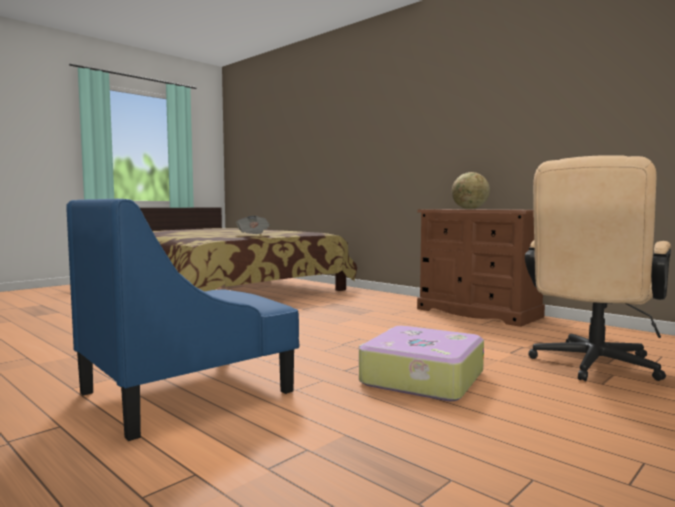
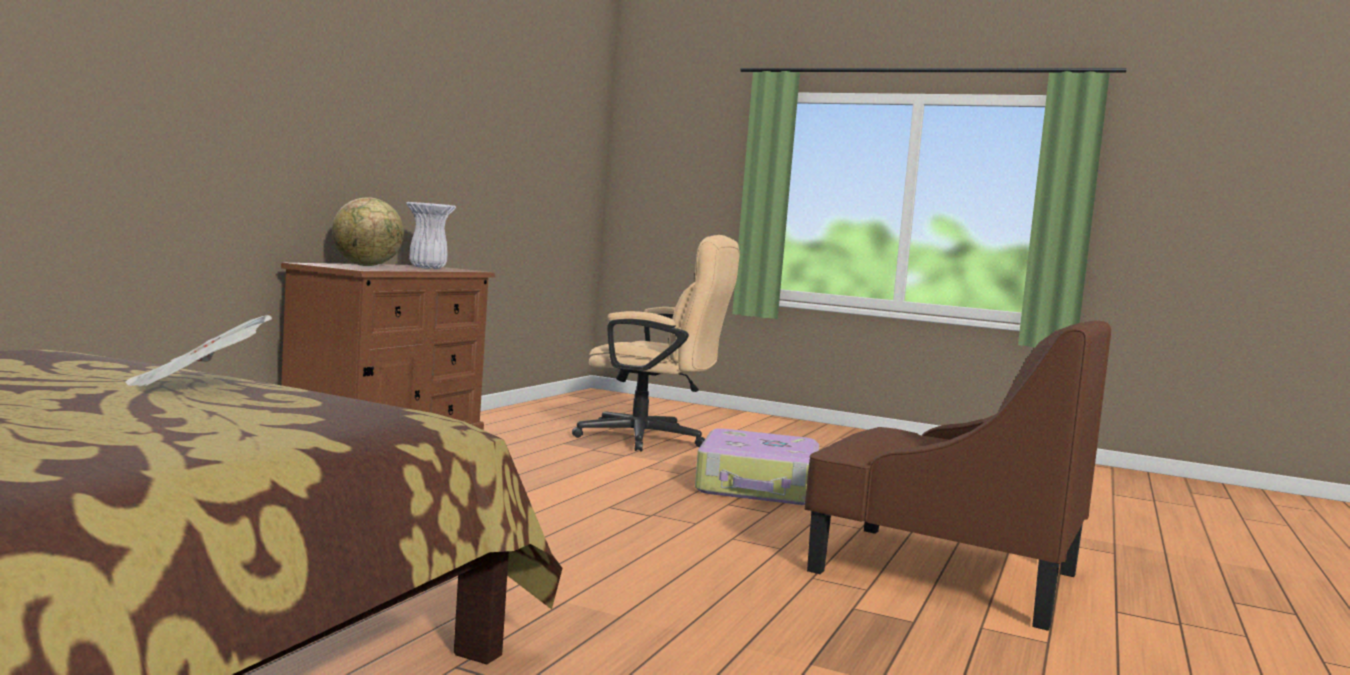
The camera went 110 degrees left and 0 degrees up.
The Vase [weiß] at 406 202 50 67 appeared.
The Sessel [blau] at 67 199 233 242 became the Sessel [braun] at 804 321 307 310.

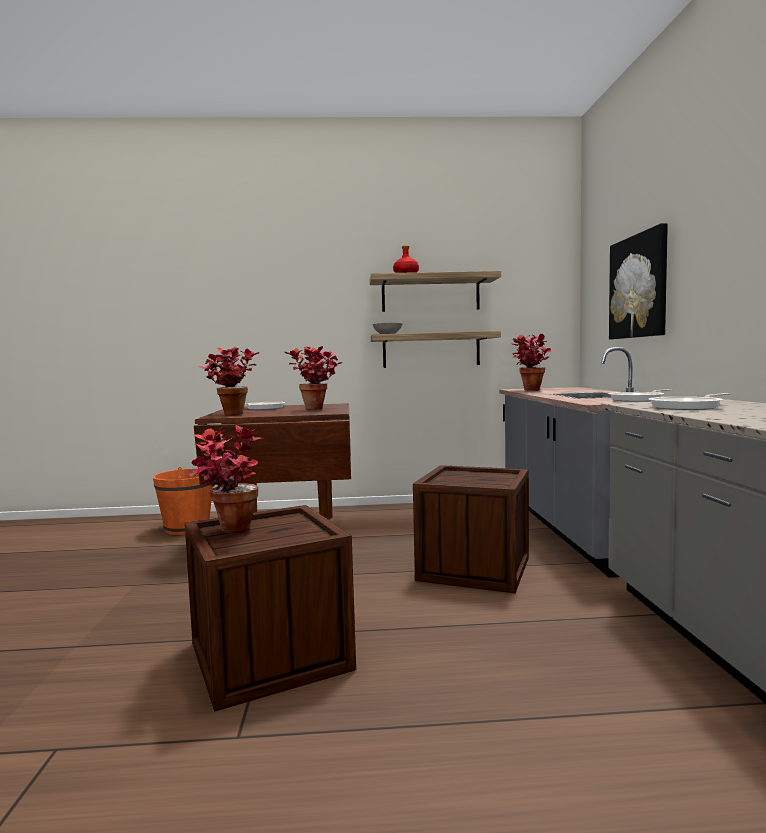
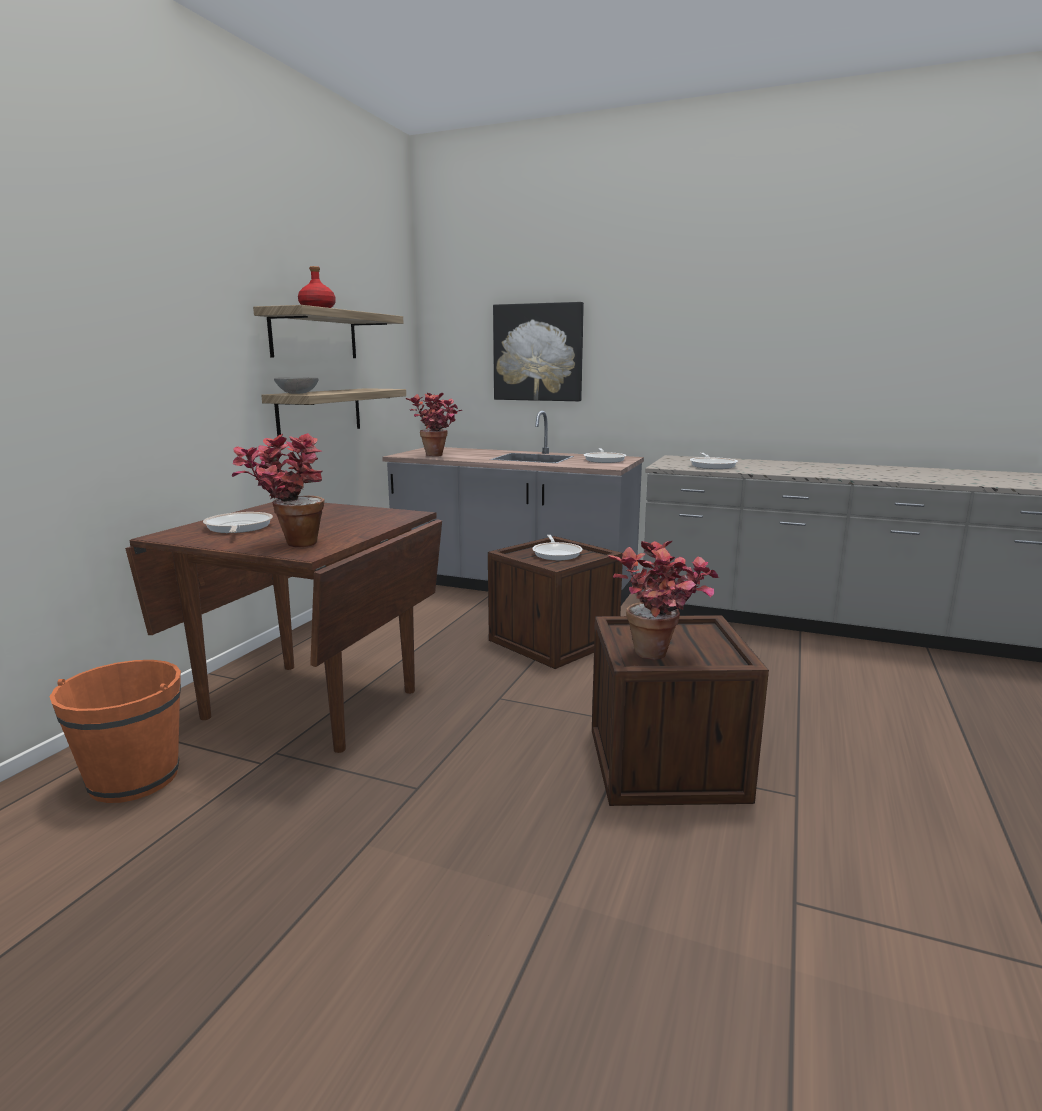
The camera went 65 degrees left and 10 degrees up.
The Topfpflanze at 285 346 57 63 disappeared.
The Pfanne at 532 535 51 25 appeared.

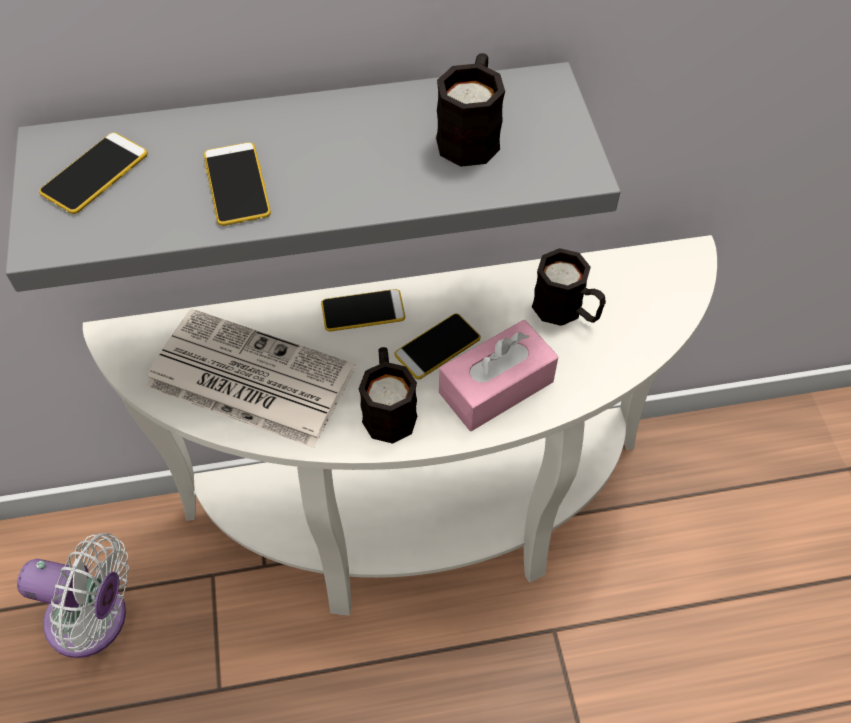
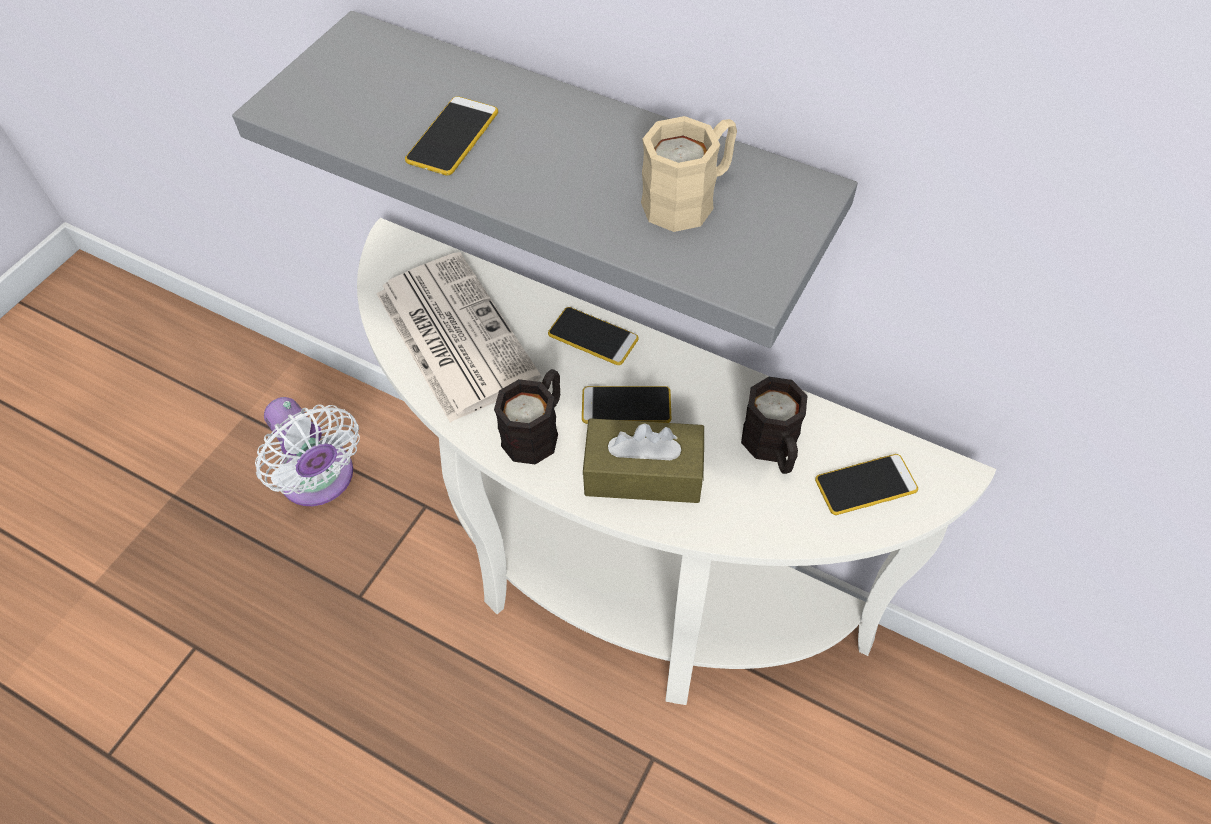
The camera went 40 degrees right and 0 degrees up.
The Handy moved from 39 133 109 81 to 815 454 103 61.
The Henkelbecher [schwarz] at 436 53 69 114 became the Henkelbecher [beige] at 641 116 96 116.
The Taschentuchbox [rosa] at 439 320 120 111 became the Taschentuchbox [braun] at 582 418 122 85.

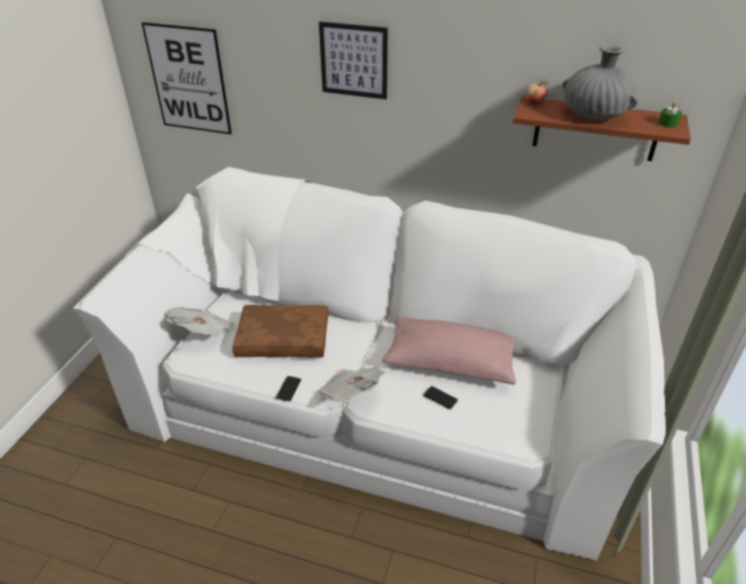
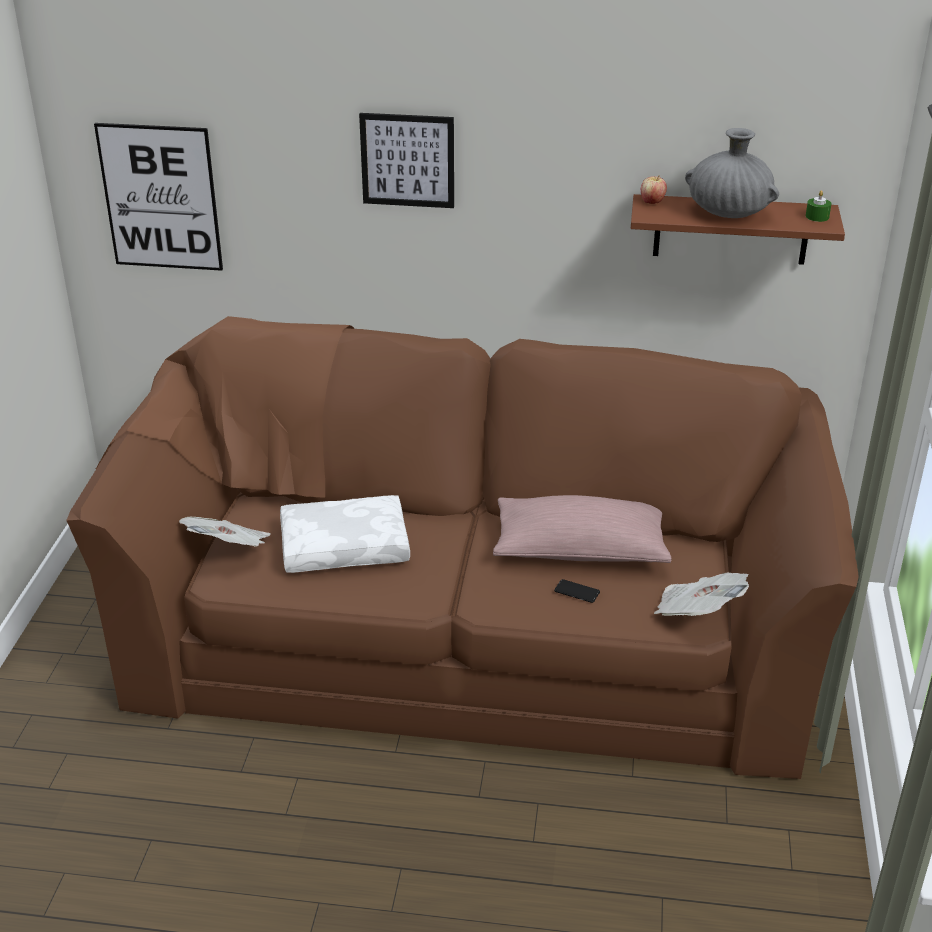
The camera went 10 degrees left and 5 degrees down.
The Handy at 276 376 25 25 disappeared.
The Zeitung moved from 317 367 68 34 to 654 573 95 43.
The Sofa [weiß] at 73 167 593 393 became the Sofa [braun] at 66 316 793 463.
The Kissen [braun] at 232 305 96 53 became the Kissen [weiß] at 280 495 130 78.

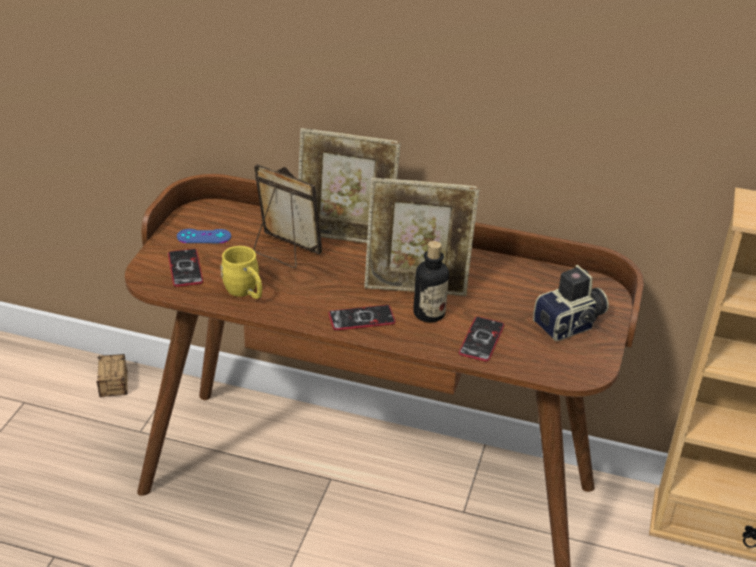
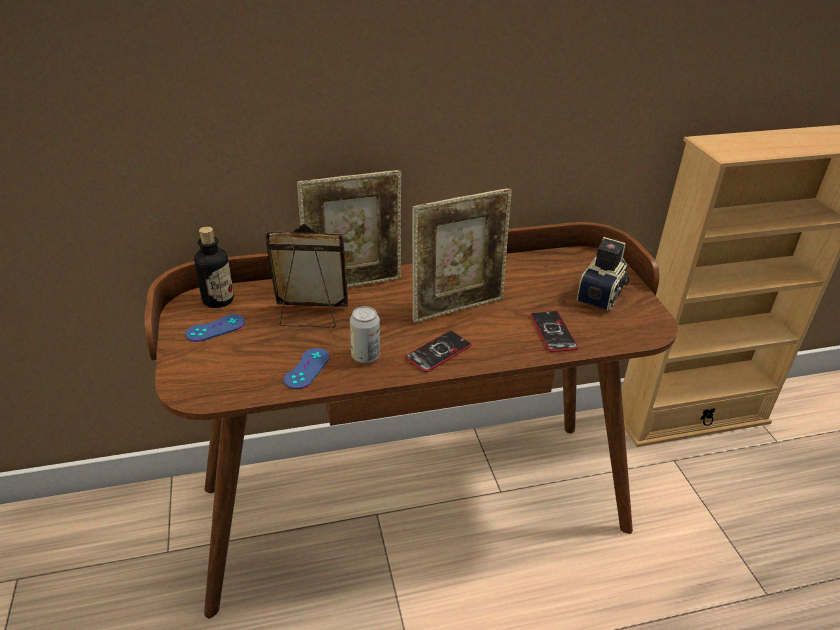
The camera went 30 degrees left and 0 degrees up.
The Aufbewahrungsbox at 96 354 31 43 disappeared.
The Handy at 168 249 35 38 disappeared.
The Dose at 350 306 30 57 appeared.
The Flasche moved from 413 241 36 81 to 194 226 40 82.
The Henkelbecher [gelb] at 220 246 42 53 was replaced by the Gamepad [blau] at 284 348 46 41.

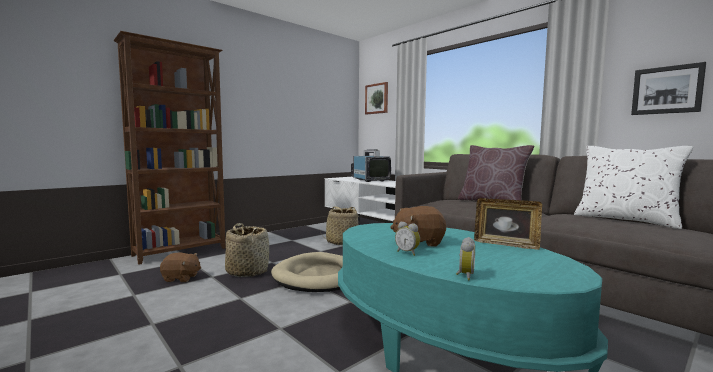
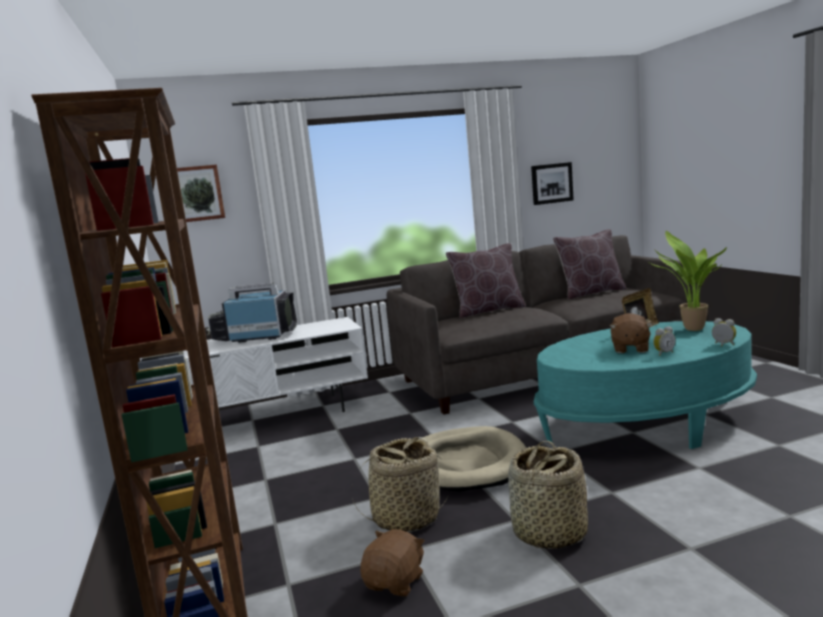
The camera went 65 degrees left and 5 degrees up.
The Topfpflanze at 650 231 77 100 appeared.
The Korb moved from 320 206 41 39 to 508 440 80 109.
The Kissen [weiß] at 574 146 119 83 became the Kissen [braun] at 553 229 74 71.

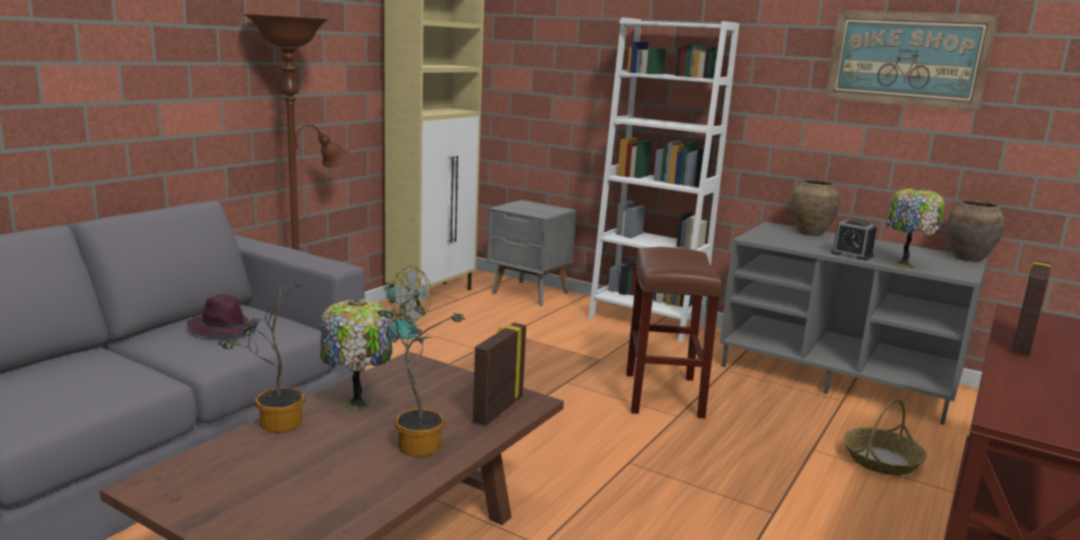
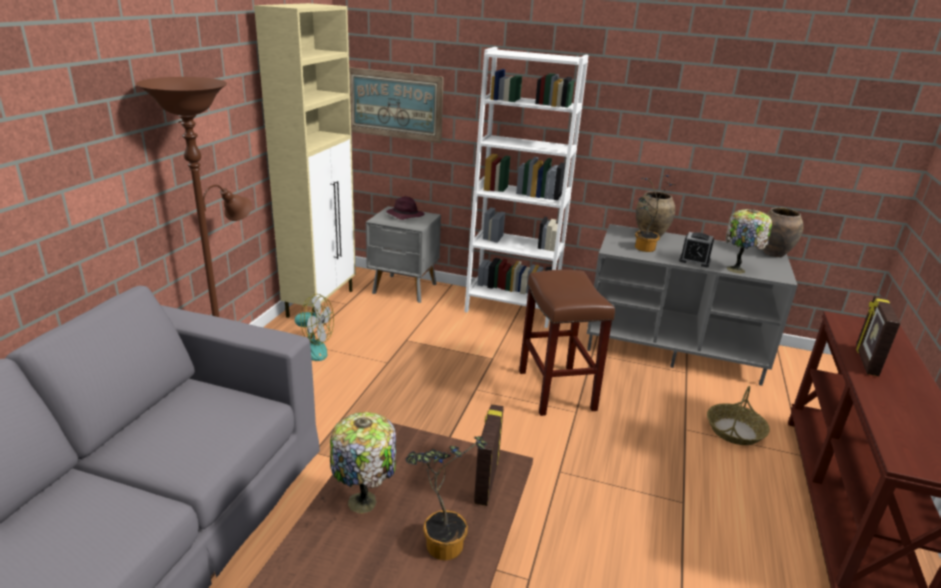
The camera went 15 degrees left and 10 degrees up.
The Hut [lila] moved from 187 294 71 42 to 386 196 39 24.
The Topfpflanze moved from 218 283 87 150 to 635 175 39 77.
The Bild moved from 825 10 174 101 to 349 67 95 76.

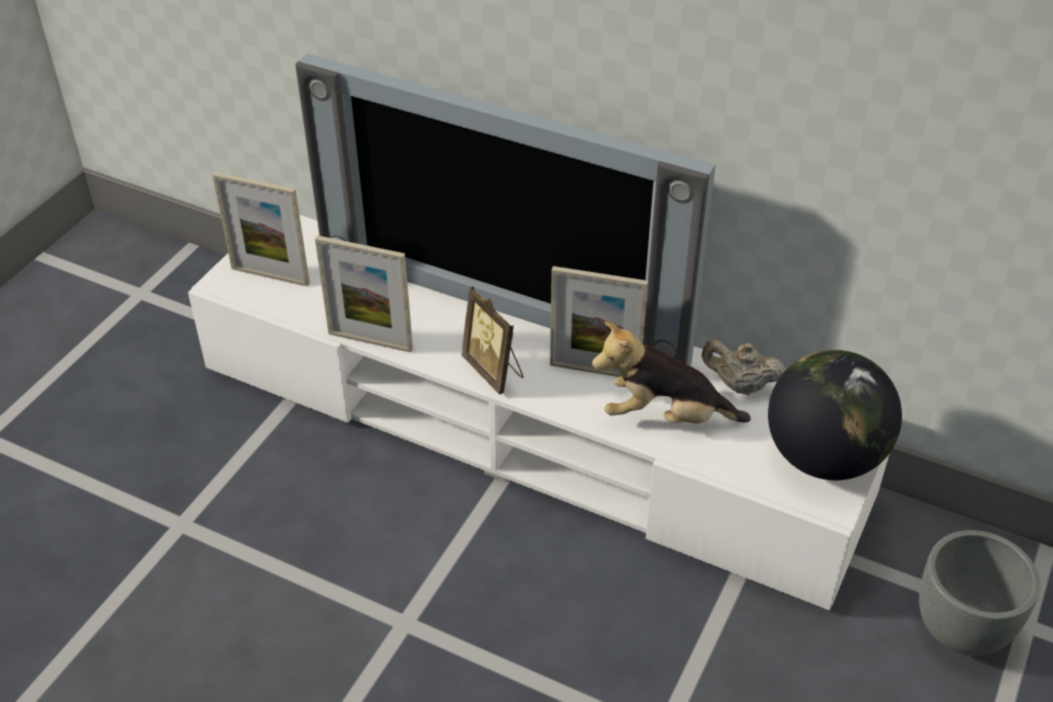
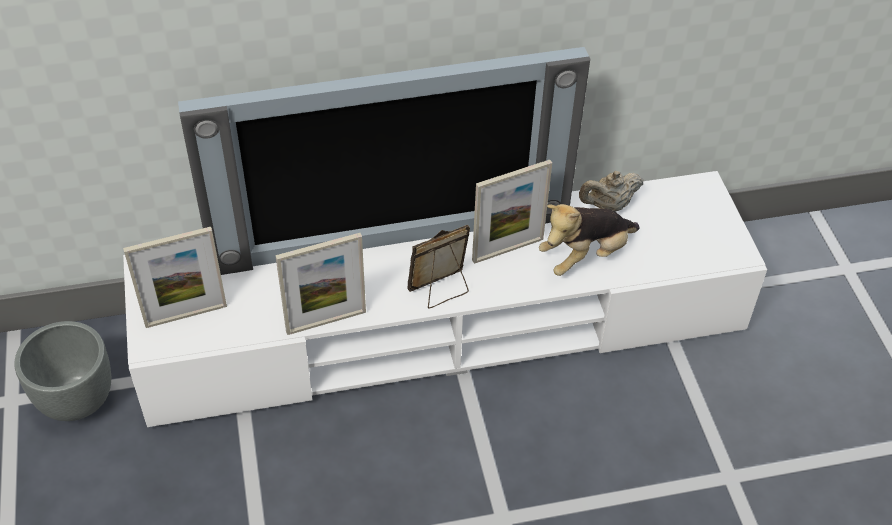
The camera went 40 degrees left and 5 degrees up.
The Globus at 768 350 134 130 disappeared.
The Pflanzkübel [grau] moved from 919 530 121 126 to 14 321 97 100.
The Bilderrahmen at 461 286 62 109 turned 135 degrees clockwise.

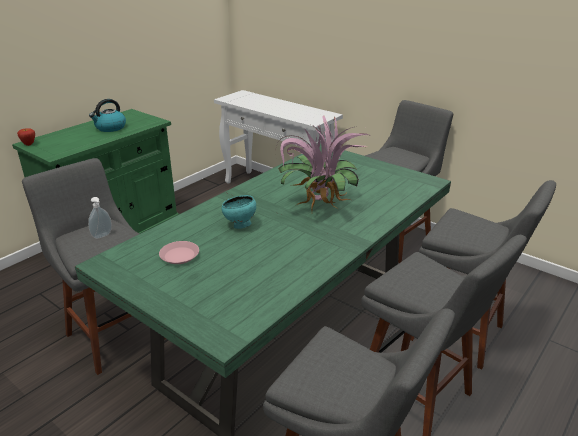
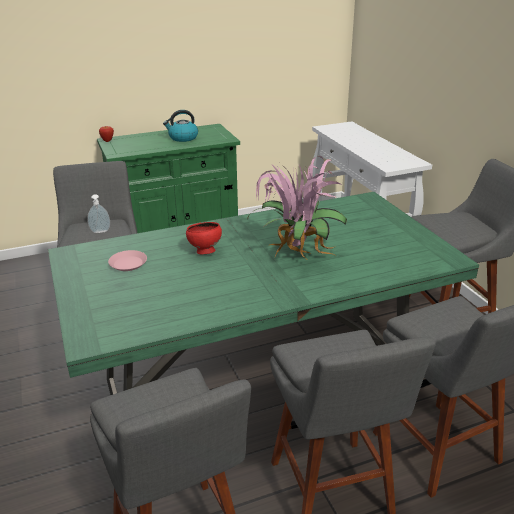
The camera went 30 degrees right and 0 degrees up.
The Schüssel [türkis] at 221 195 35 34 became the Schüssel [rot] at 186 222 36 32.

